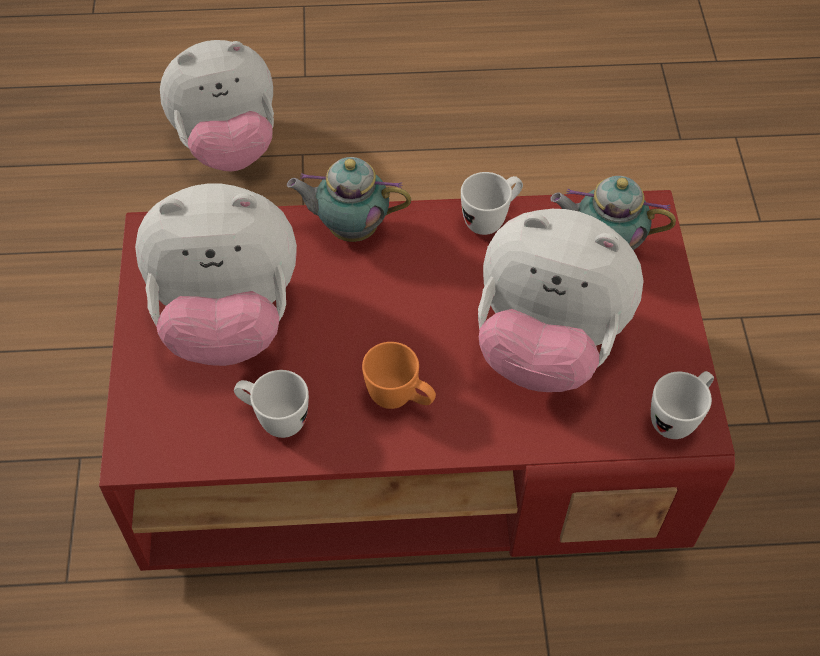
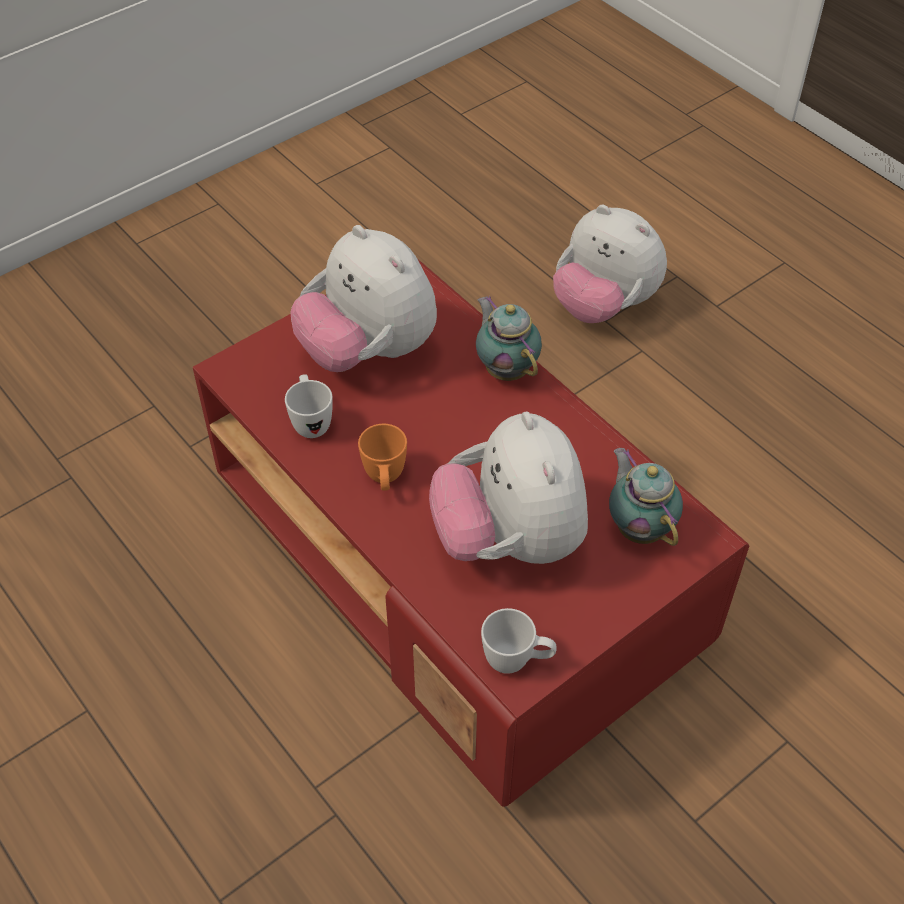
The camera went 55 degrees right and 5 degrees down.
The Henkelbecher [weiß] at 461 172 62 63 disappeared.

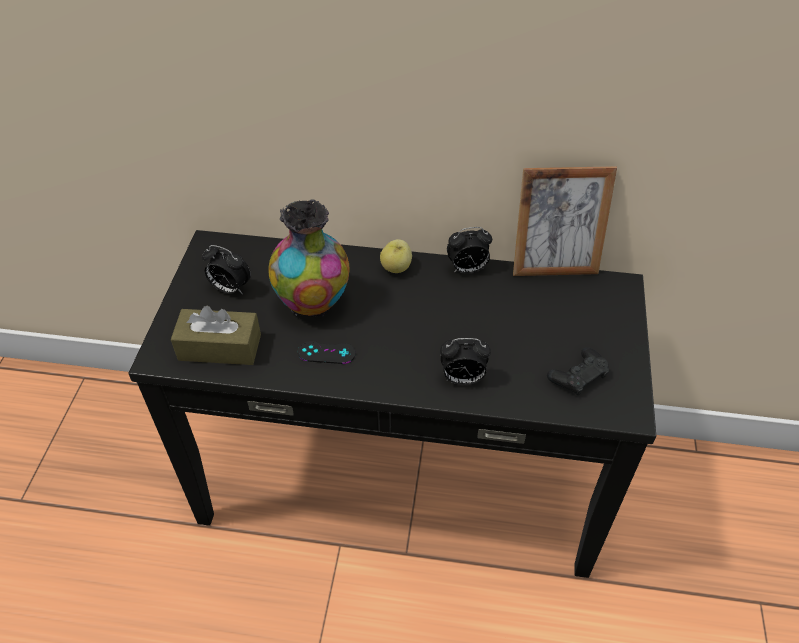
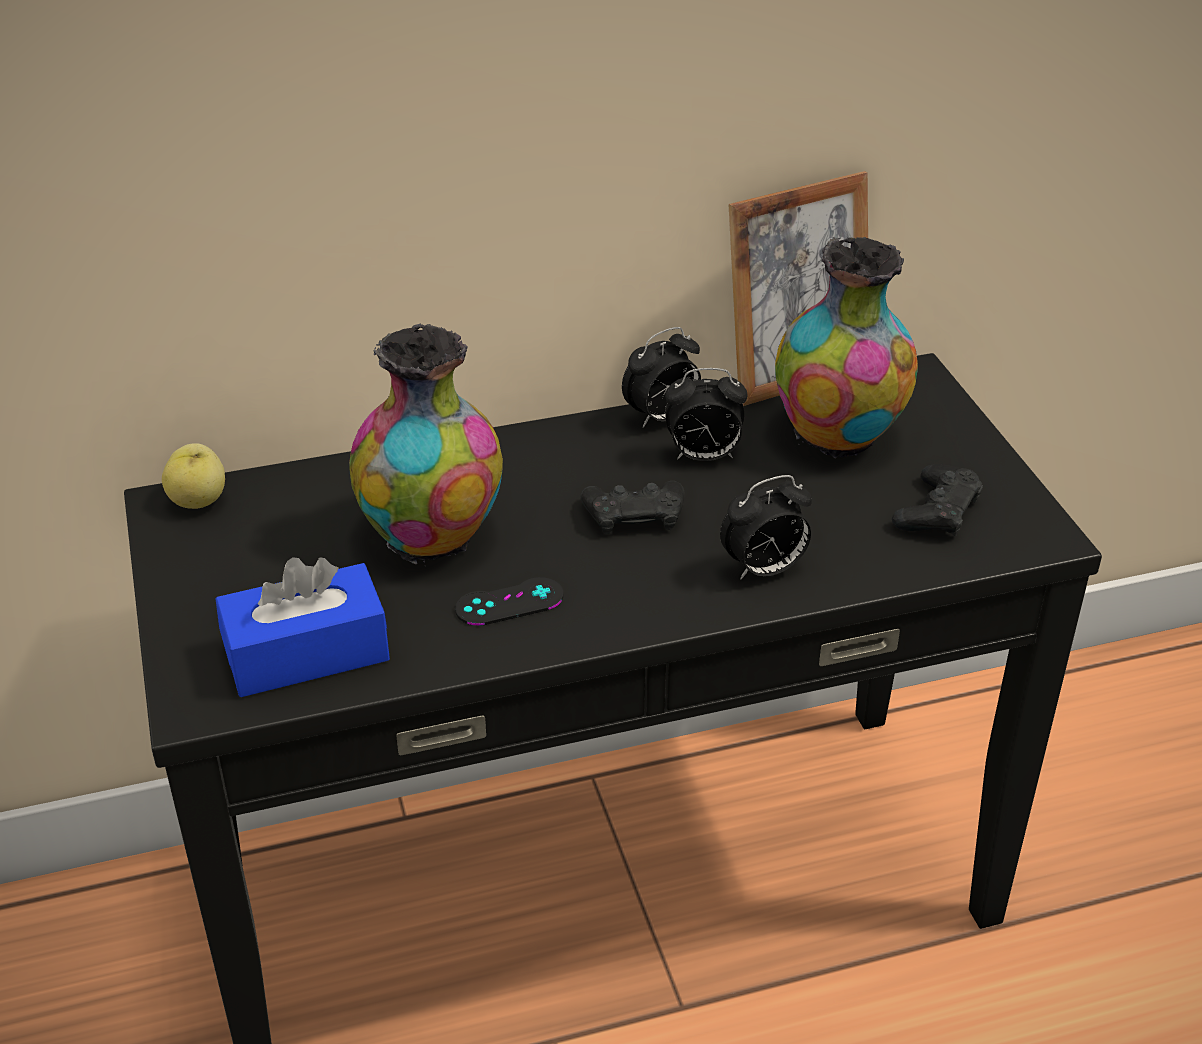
The camera went 25 degrees left and 10 degrees down.
The Gamepad [schwarz] at 581 481 104 54 appeared.
The Vase at 775 237 143 222 appeared.
The Wecker moved from 202 245 49 49 to 665 368 83 93.
The Apfel moved from 380 239 32 34 to 162 443 63 66.
The Taschentuchbox [braun] at 171 306 90 59 became the Taschentuchbox [blau] at 216 557 174 140.

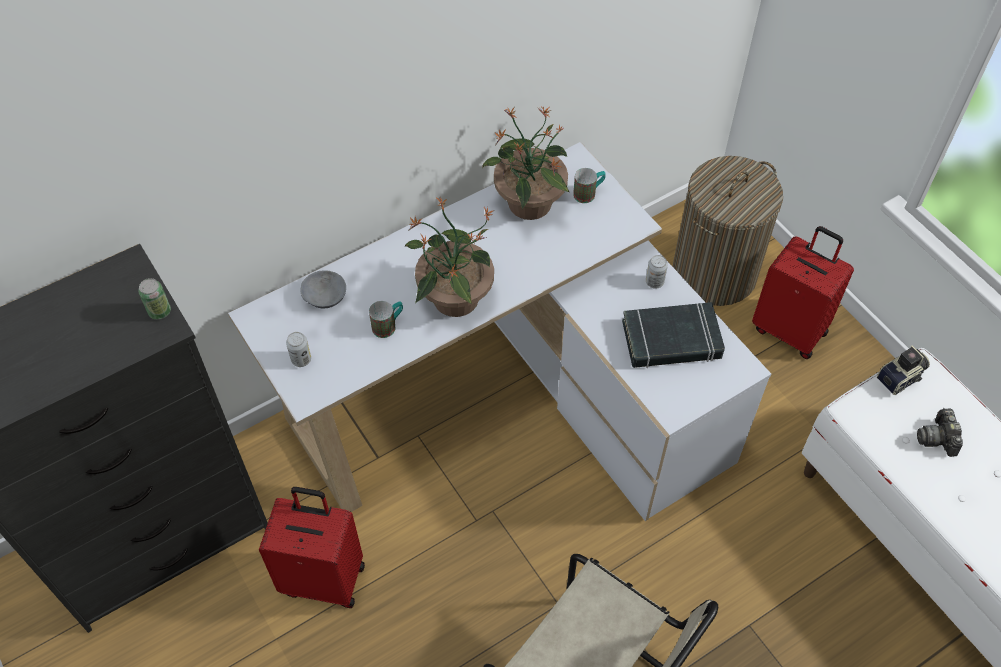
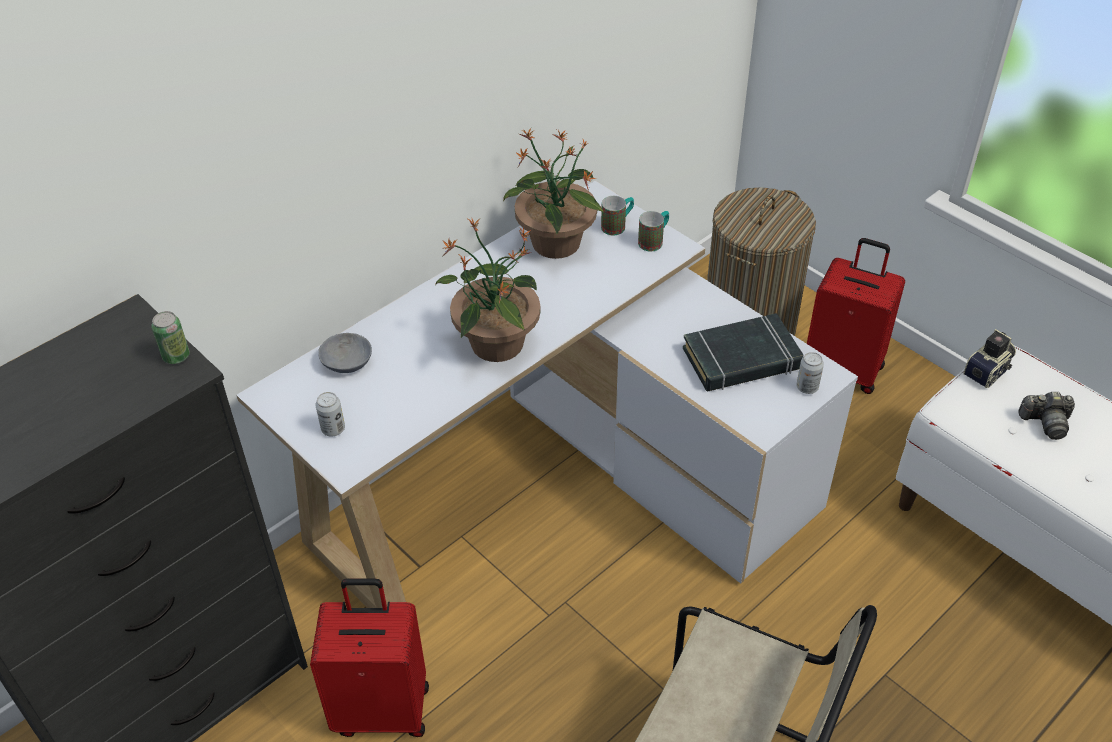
The camera went 10 degrees left and 10 degrees down.
The Henkelbecher moved from 369 301 34 37 to 638 211 31 40.
The Dose moved from 646 255 22 34 to 796 352 28 42.
The Kamera at 917 408 46 49 turned 75 degrees counterclockwise.

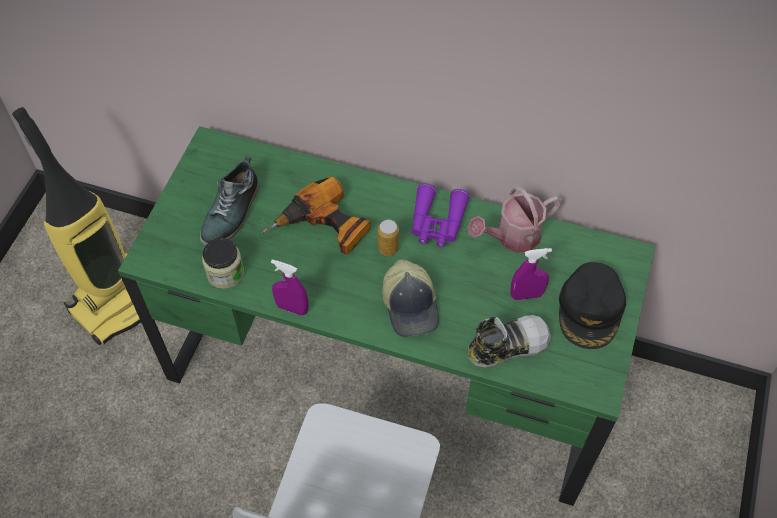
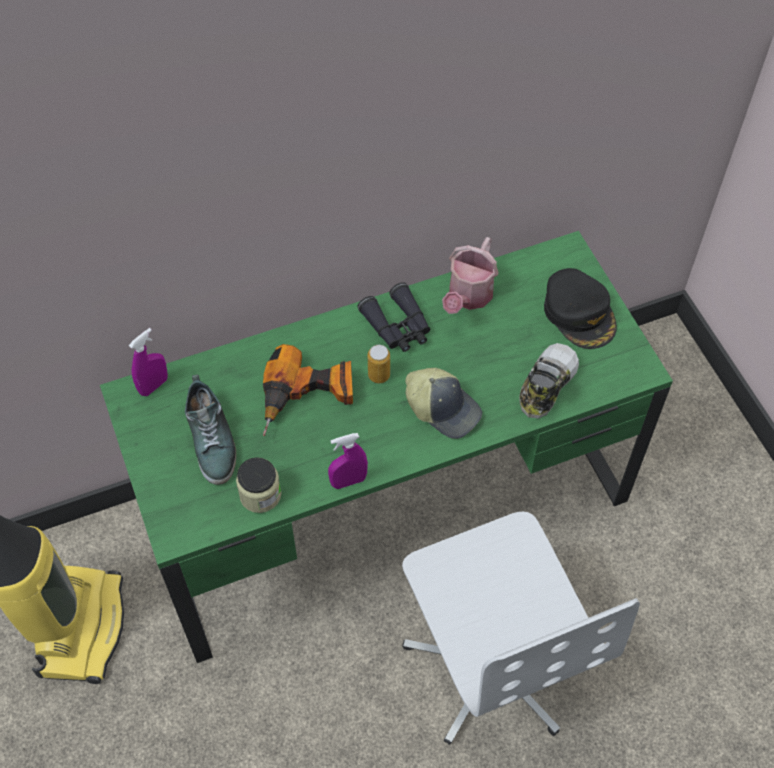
The camera went 40 degrees left and 0 degrees up.
The Sprühflasche [lila] moved from 510 248 42 52 to 129 328 39 68.
The Fernglas [lila] at 412 183 58 65 became the Fernglas [schwarz] at 358 282 72 70.

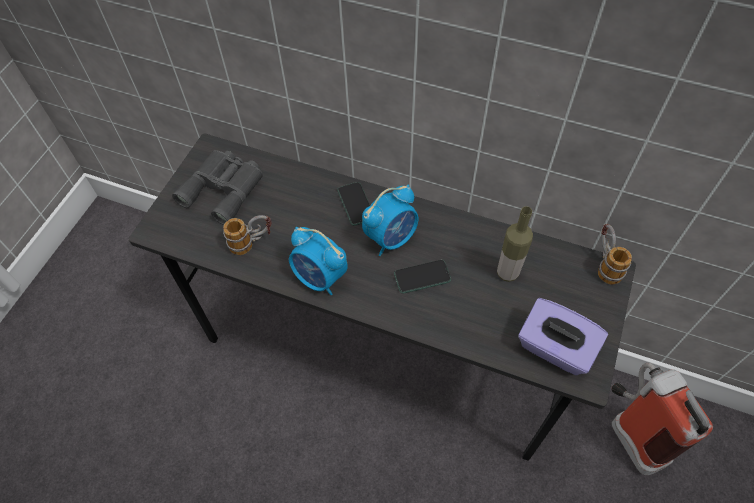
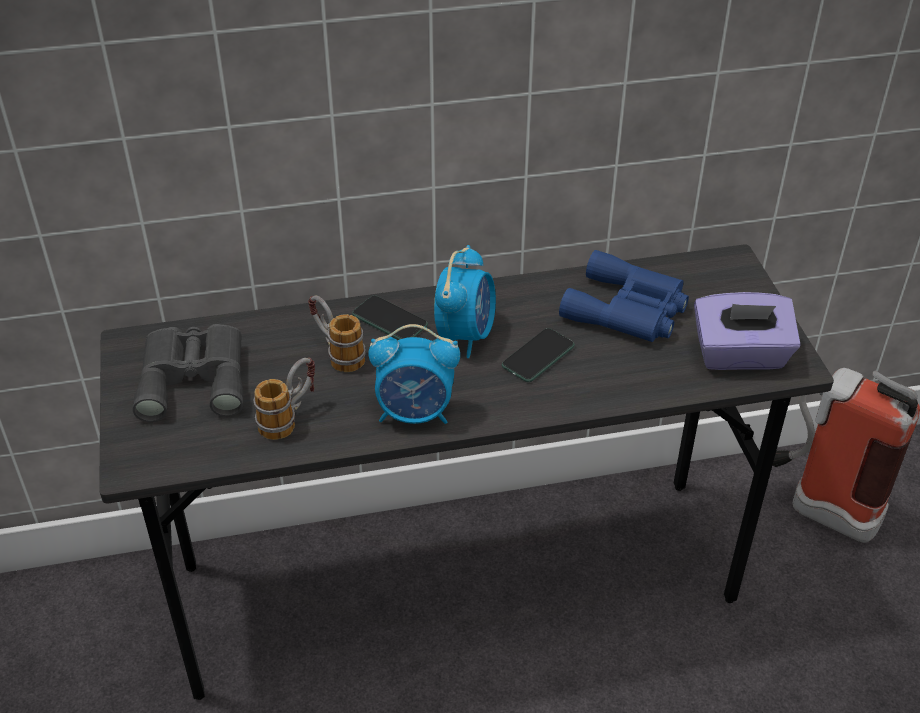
The camera went 35 degrees left and 15 degrees down.
The Henkelbecher moved from 598 224 34 60 to 308 296 58 76.
The Flasche at 497 206 36 76 was replaced by the Fernglas [blau] at 559 250 130 92.

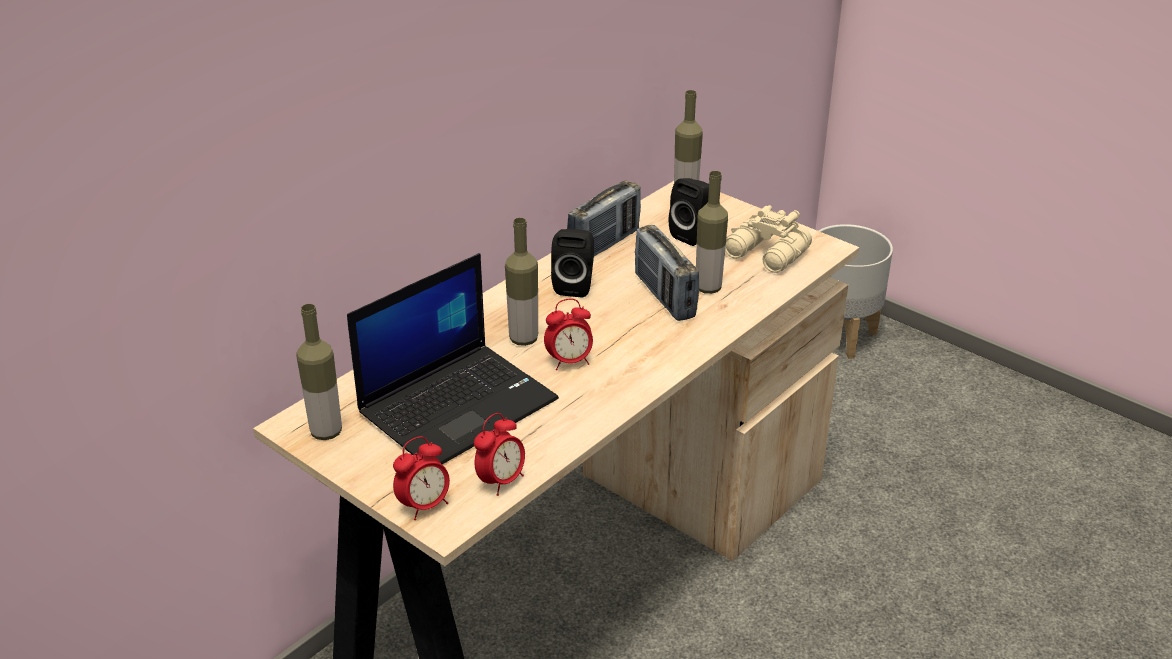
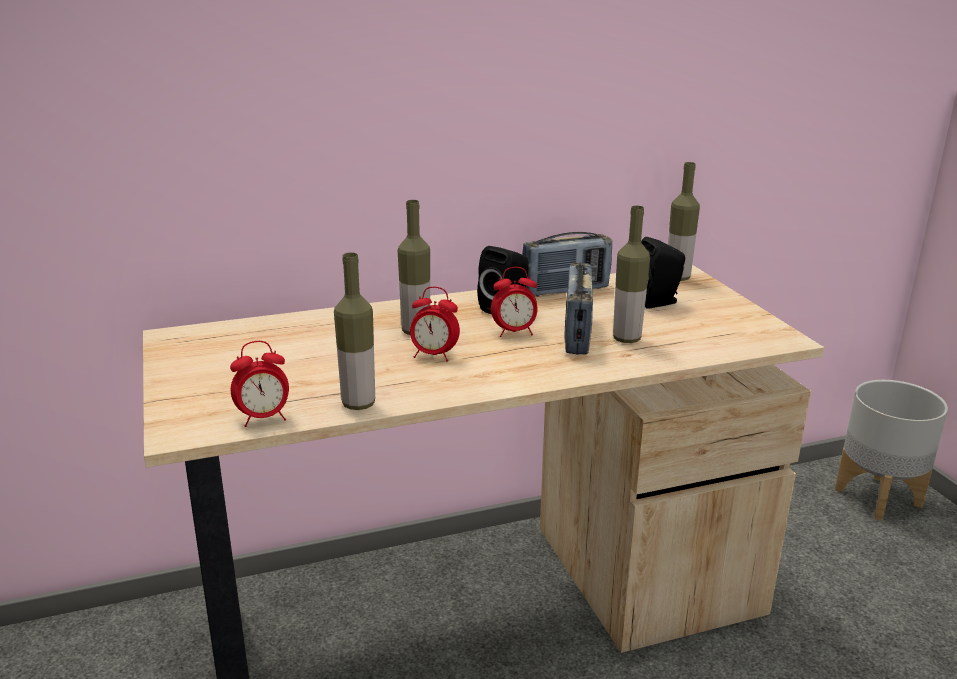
The camera went 30 degrees right and 10 degrees down.
The Laptop at 347 253 212 211 disappeared.
The Fernglas [beige] at 725 205 87 68 disappeared.
The Flasche moved from 296 304 46 136 to 334 252 41 158.
The Wecker moved from 393 436 57 84 to 491 267 46 70.

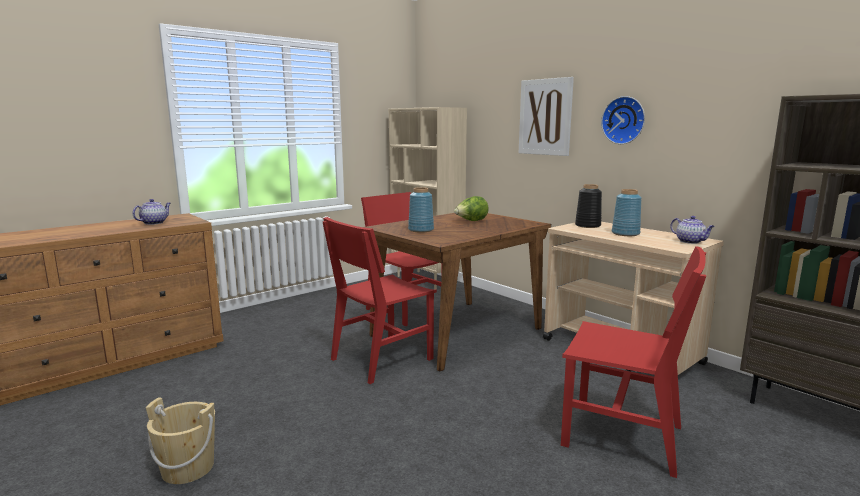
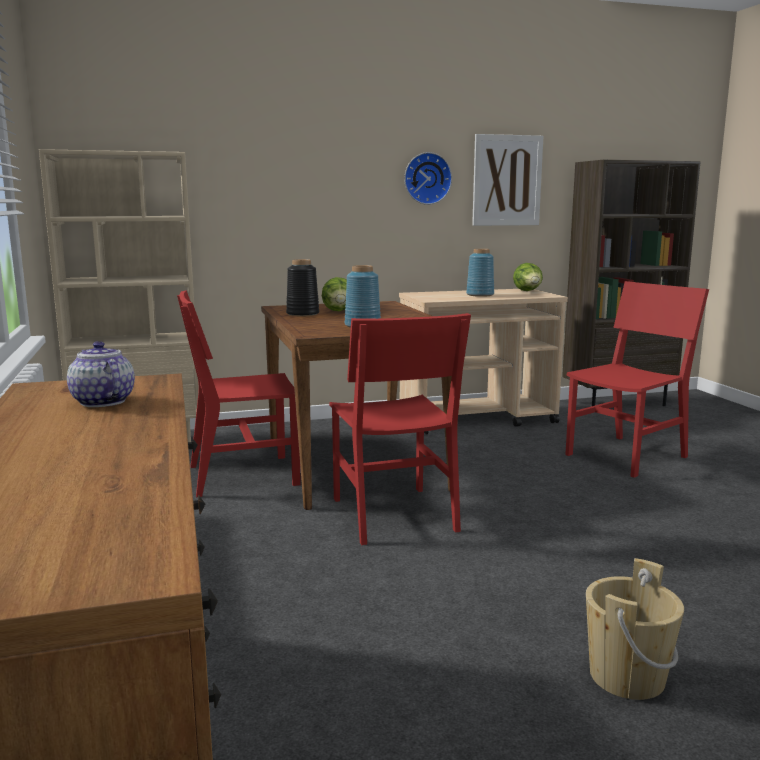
The camera went 65 degrees left and 0 degrees up.
The Bild moved from 519 77 55 79 to 472 134 71 92.
The Vase [schwarz] moved from 575 184 27 44 to 286 259 33 57.
The Teekanne at 670 216 45 28 was replaced by the Salatkopf at 513 263 30 28.

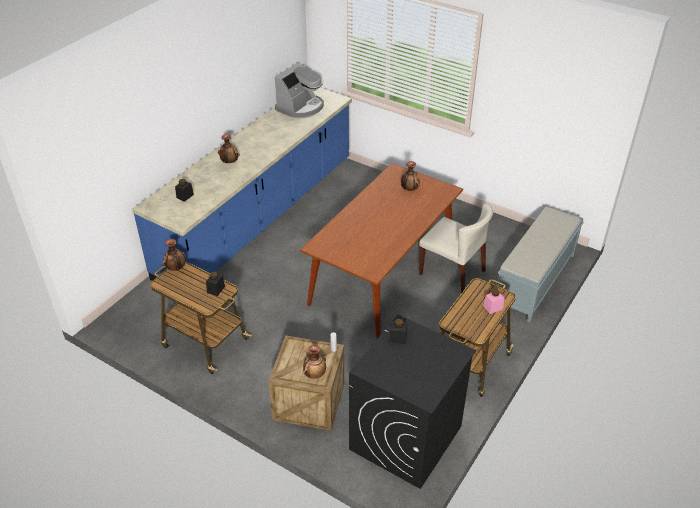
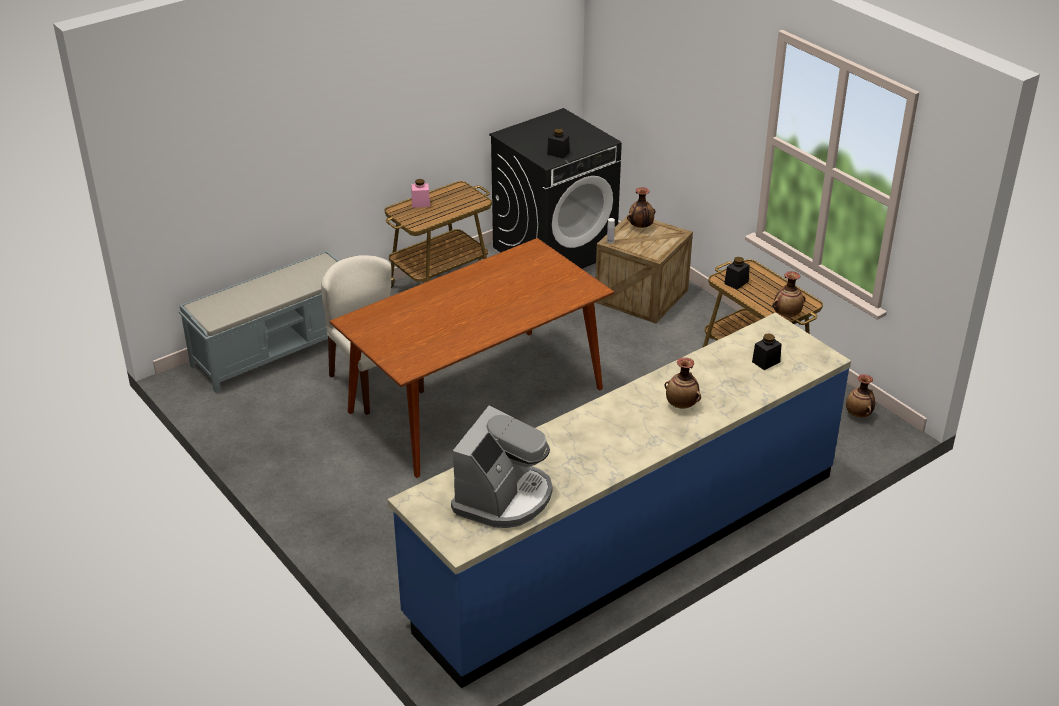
The camera went 160 degrees left and 5 degrees down.
The Vase moved from 401 161 19 30 to 846 374 29 43.
The Kaffeemaschine at 275 63 49 55 turned 150 degrees clockwise.

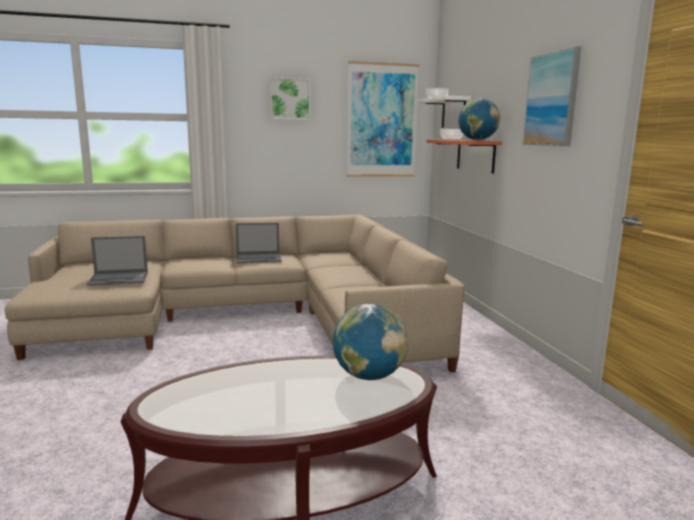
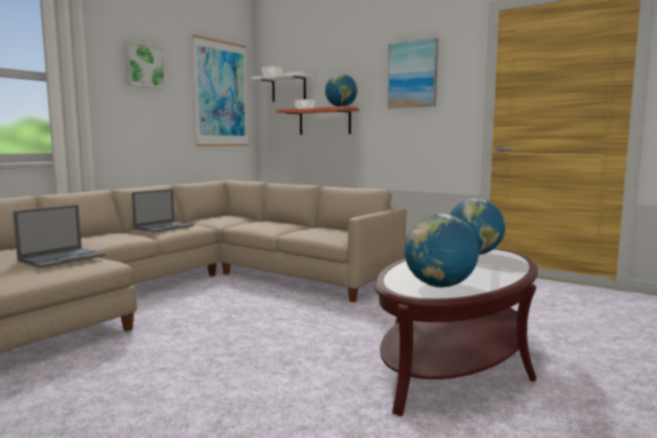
The camera went 40 degrees left and 5 degrees down.
The Globus at 404 214 75 74 appeared.

